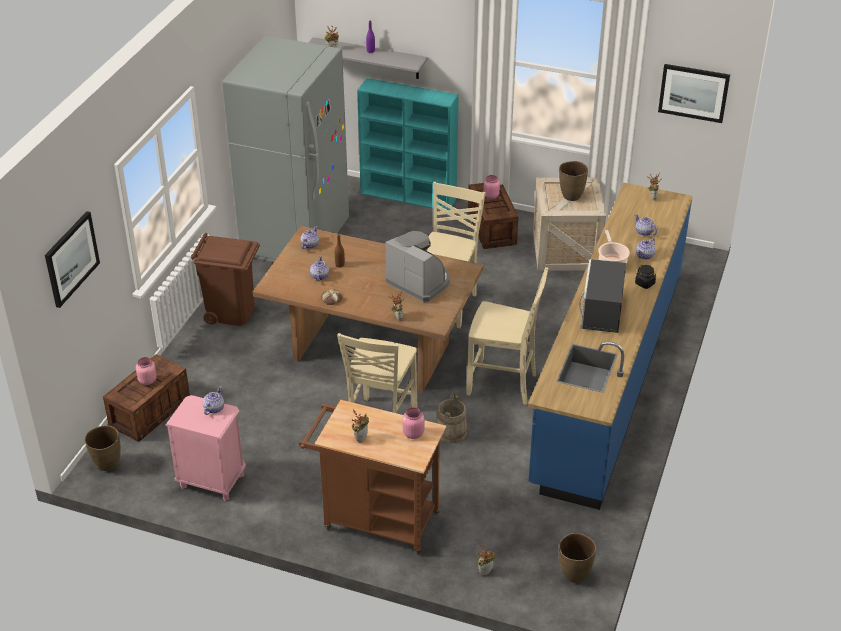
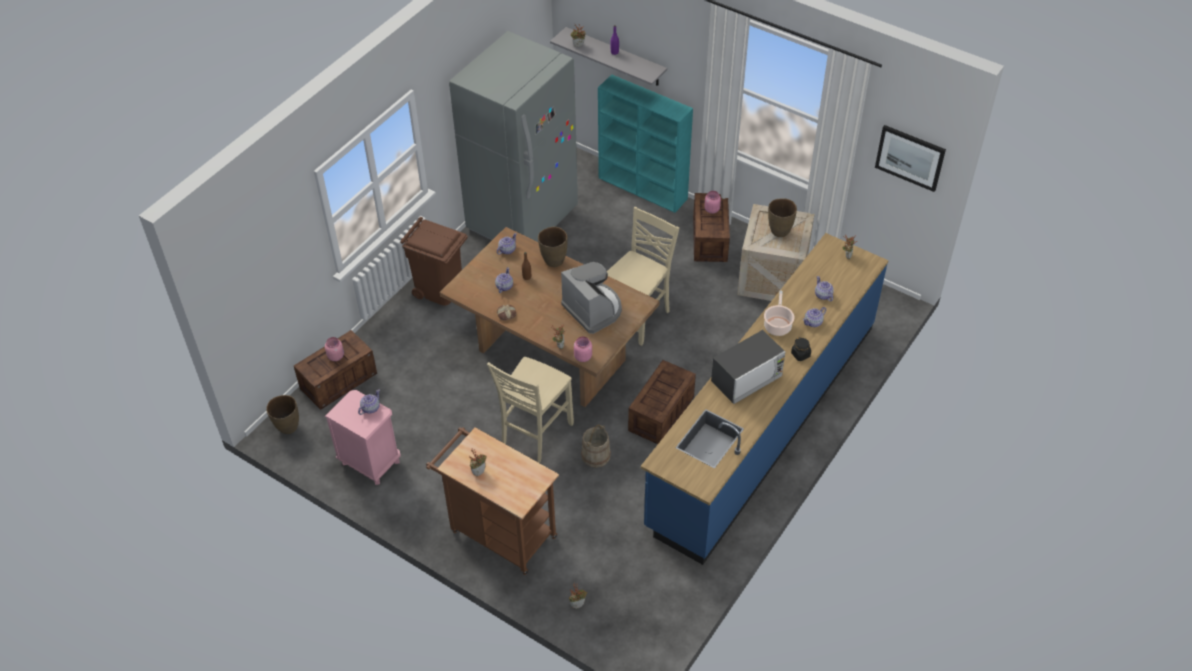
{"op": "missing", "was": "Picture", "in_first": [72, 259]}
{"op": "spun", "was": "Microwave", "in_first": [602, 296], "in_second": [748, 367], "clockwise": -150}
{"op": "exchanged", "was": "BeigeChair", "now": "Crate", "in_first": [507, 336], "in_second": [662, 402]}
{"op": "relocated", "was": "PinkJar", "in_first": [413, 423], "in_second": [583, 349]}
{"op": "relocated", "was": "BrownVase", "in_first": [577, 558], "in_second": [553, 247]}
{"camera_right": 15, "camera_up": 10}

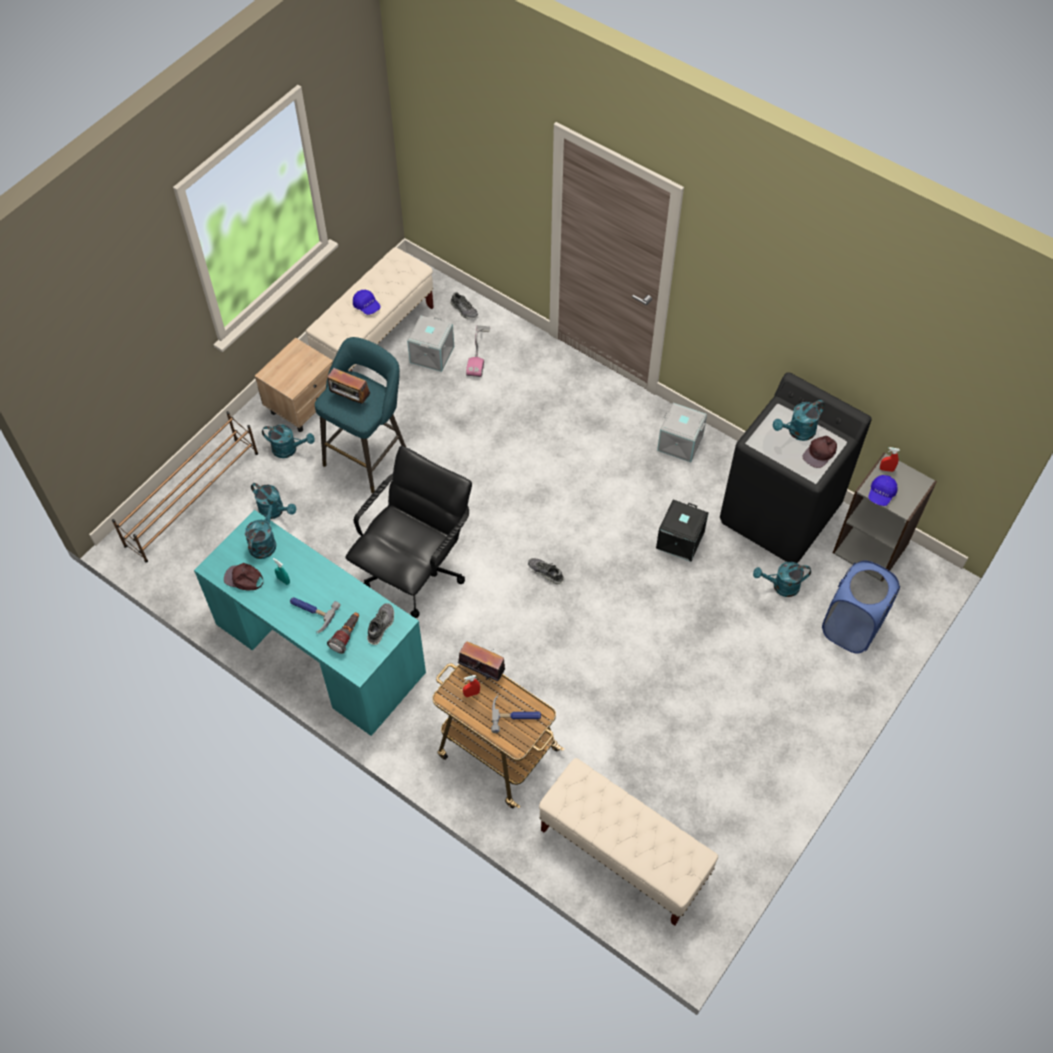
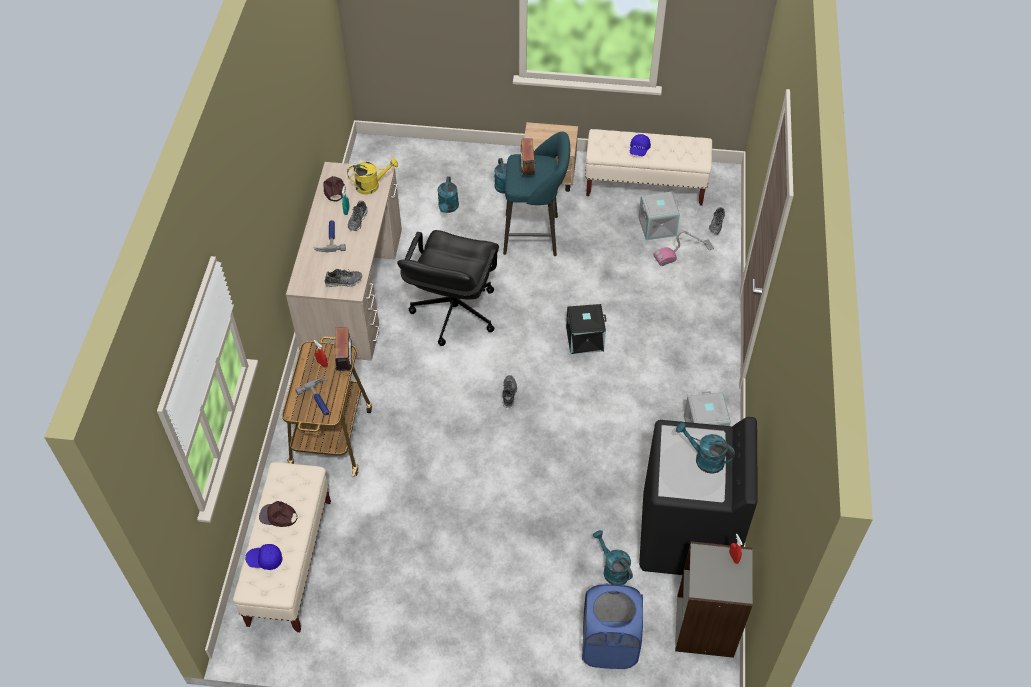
{"op": "missing", "was": "BrownShoeRack", "in_first": [185, 487]}
{"op": "relocated", "was": "BrownCap", "in_first": [819, 452], "in_second": [278, 514]}
{"op": "spun", "was": "BlackOfficeChair", "in_first": [409, 532], "in_second": [448, 288], "clockwise": 105}
{"op": "relocated", "was": "BlueCap", "in_first": [883, 490], "in_second": [264, 557]}
{"op": "colour", "was": "TurquoiseWateringCan", "now": "YellowWateringCan", "in_first": [261, 527], "in_second": [372, 176]}
{"op": "relocated", "was": "BlackStorageBox", "in_first": [682, 530], "in_second": [586, 329]}
{"op": "colour", "was": "TurquoiseDesk", "now": "BeigeDesk", "in_first": [310, 623], "in_second": [344, 261]}
{"op": "missing", "was": "Flashlight", "in_first": [343, 633]}
{"op": "appeared", "now": "Shoe", "in_second": [358, 216]}
{"camera_right": 60, "camera_up": -5}

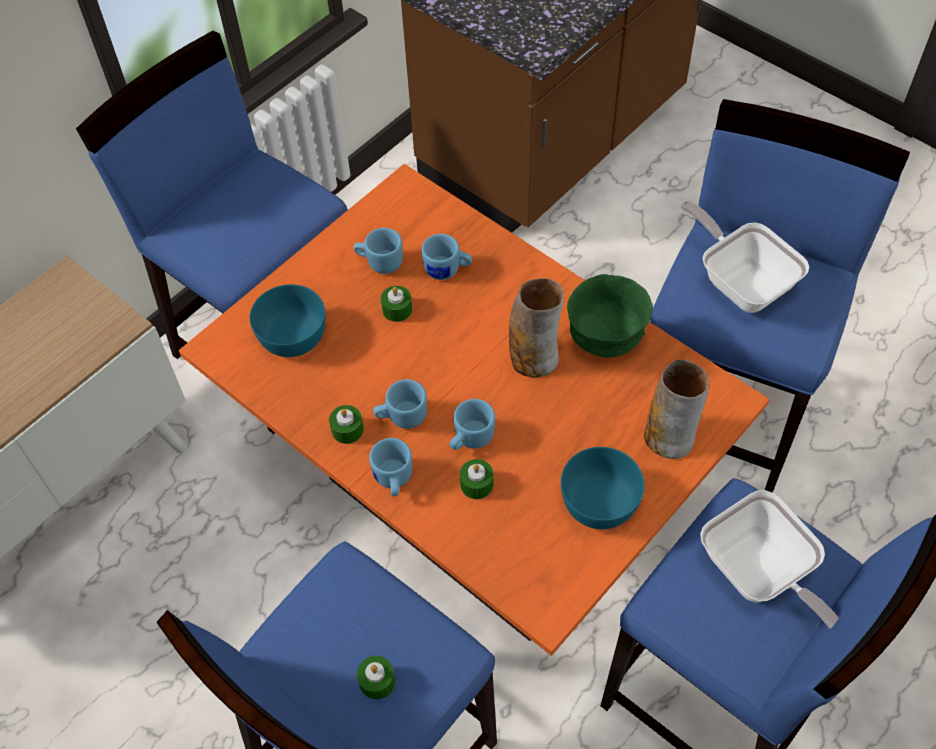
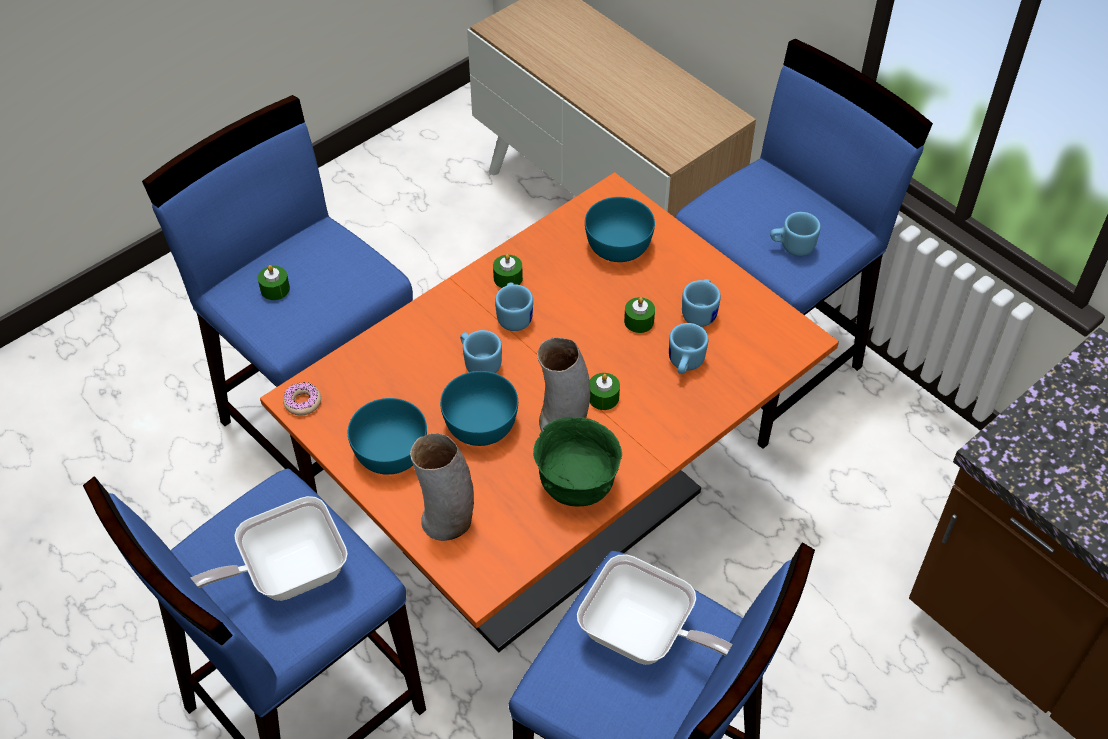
{"op": "spun", "was": "FryingPan", "in_first": [744, 256], "in_second": [654, 609], "clockwise": 60}
{"op": "relocated", "was": "BlueMug", "in_first": [390, 467], "in_second": [795, 234]}
{"op": "relocated", "was": "GreenCandle", "in_first": [477, 479], "in_second": [605, 391]}
{"op": "appeared", "now": "TurquoiseBowl", "in_second": [479, 408]}
{"op": "appeared", "now": "Donut", "in_second": [302, 399]}
{"camera_right": 95, "camera_up": -5}

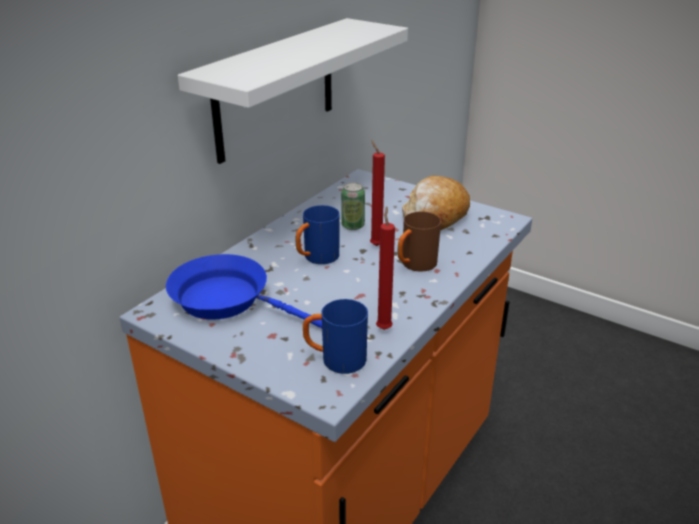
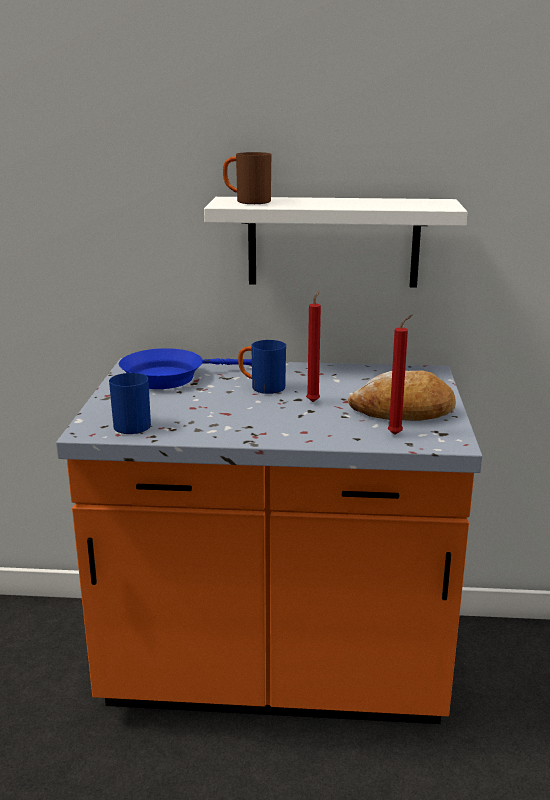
{"op": "missing", "was": "Can", "in_first": [353, 206]}
{"op": "relocated", "was": "RedCandle", "in_first": [385, 268], "in_second": [400, 375]}
{"op": "relocated", "was": "BrownMug", "in_first": [419, 242], "in_second": [247, 178]}
{"op": "spun", "was": "BlueFryingPan", "in_first": [244, 291], "in_second": [185, 368], "clockwise": -105}
{"camera_right": 60, "camera_up": -10}

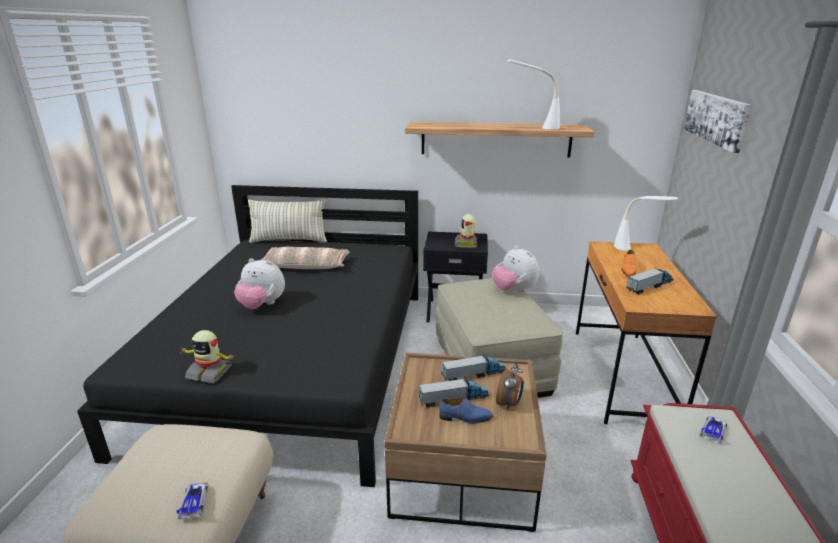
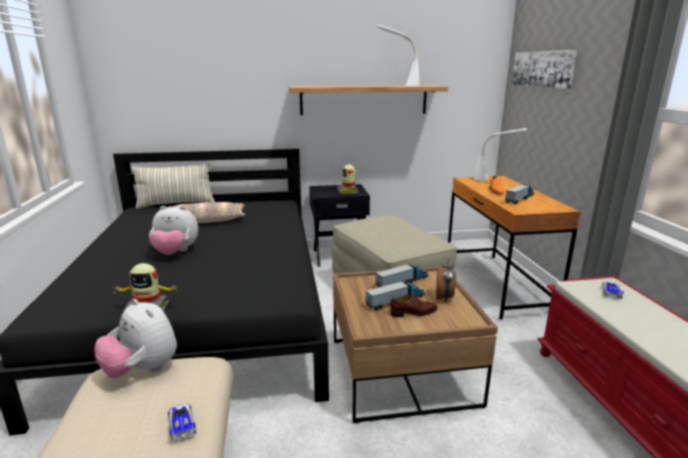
{"op": "relocated", "was": "PlushToy", "in_first": [515, 269], "in_second": [135, 338]}
{"op": "colour", "was": "BlueShoe", "now": "BrownShoe", "in_first": [466, 411], "in_second": [414, 305]}
{"camera_right": -15, "camera_up": -5}

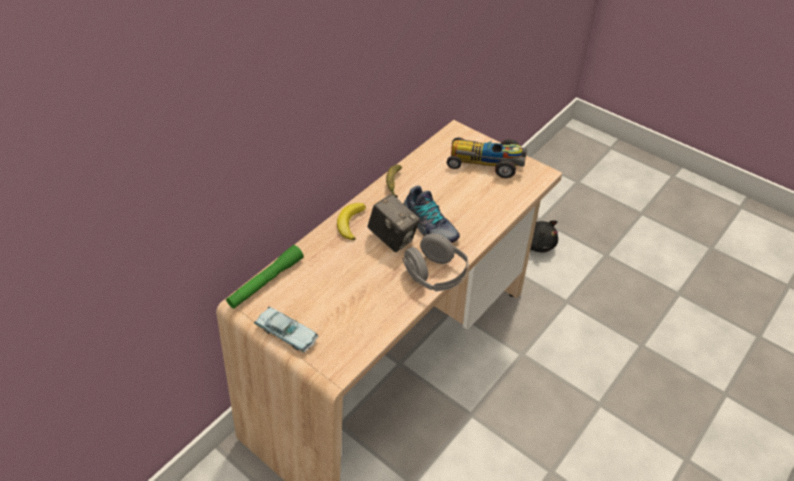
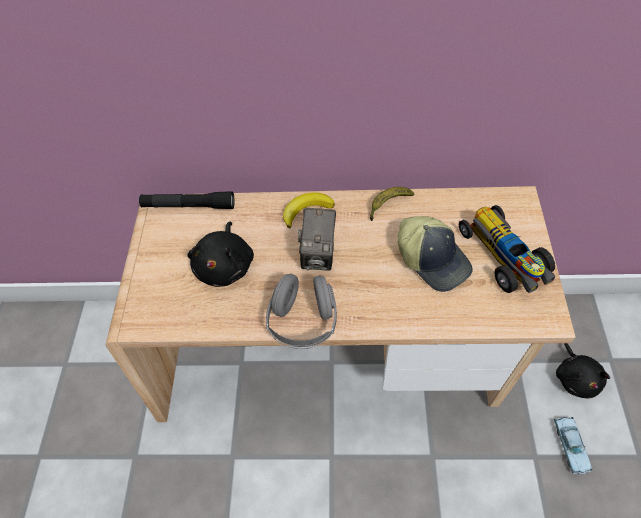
{"op": "missing", "was": "Shoe", "in_first": [432, 214]}
{"op": "colour", "was": "GreenFlashlight", "now": "BlackFlashlight", "in_first": [265, 277], "in_second": [187, 200]}
{"op": "relocated", "was": "BlueToyCar", "in_first": [286, 330], "in_second": [573, 445]}
{"op": "appeared", "now": "Cap", "in_second": [435, 254]}
{"op": "appeared", "now": "BlackPlushToy", "in_second": [220, 254]}
{"camera_right": 55, "camera_up": 10}

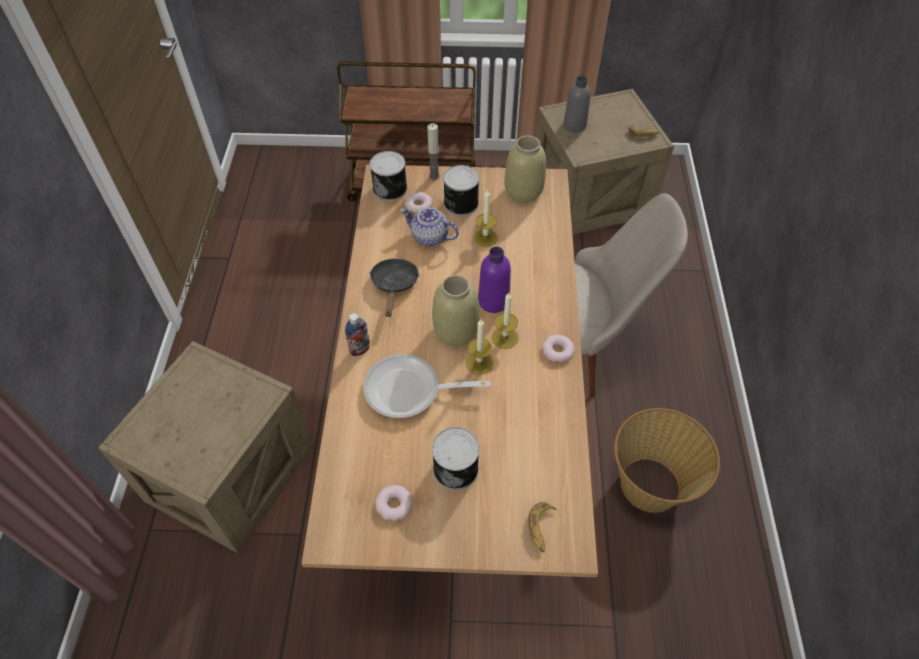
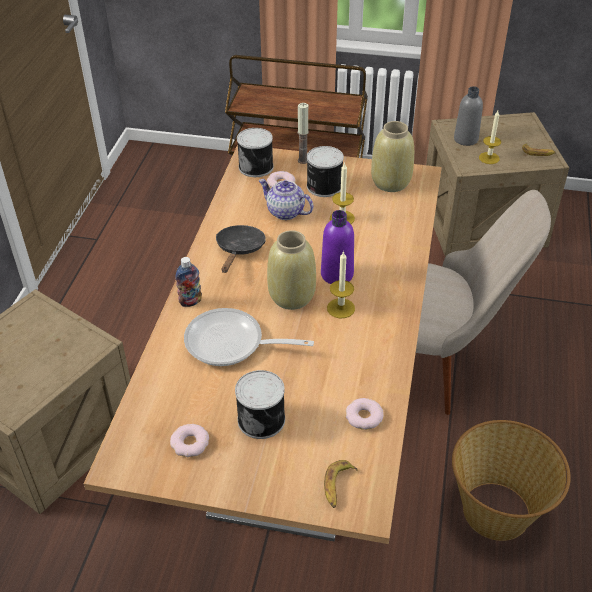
{"op": "relocated", "was": "Candle", "in_first": [479, 347], "in_second": [490, 137]}
{"op": "relocated", "was": "Donut", "in_first": [558, 348], "in_second": [365, 414]}
{"camera_right": 10, "camera_up": -10}

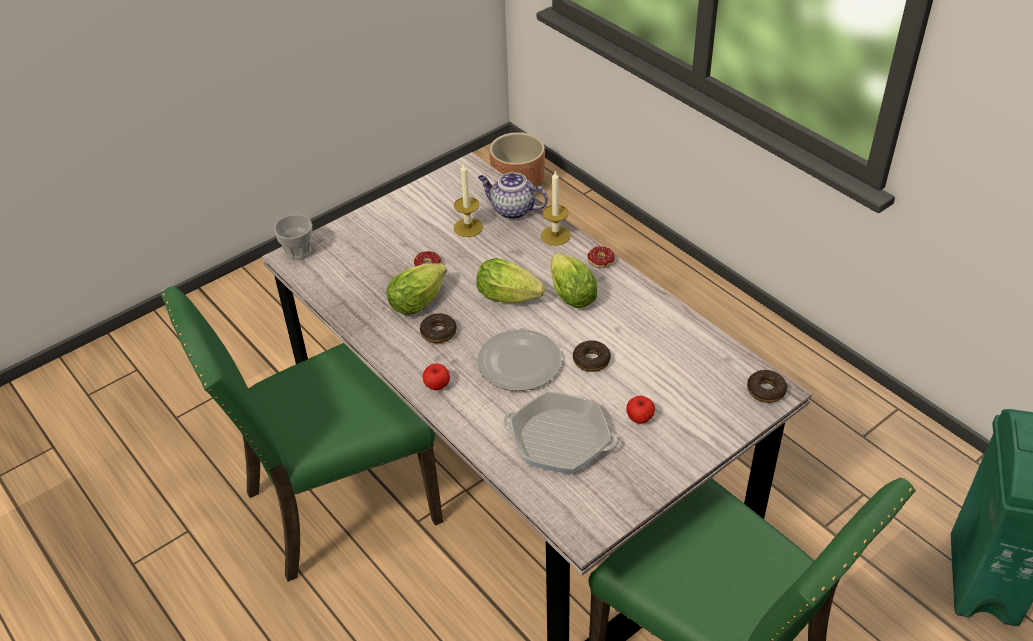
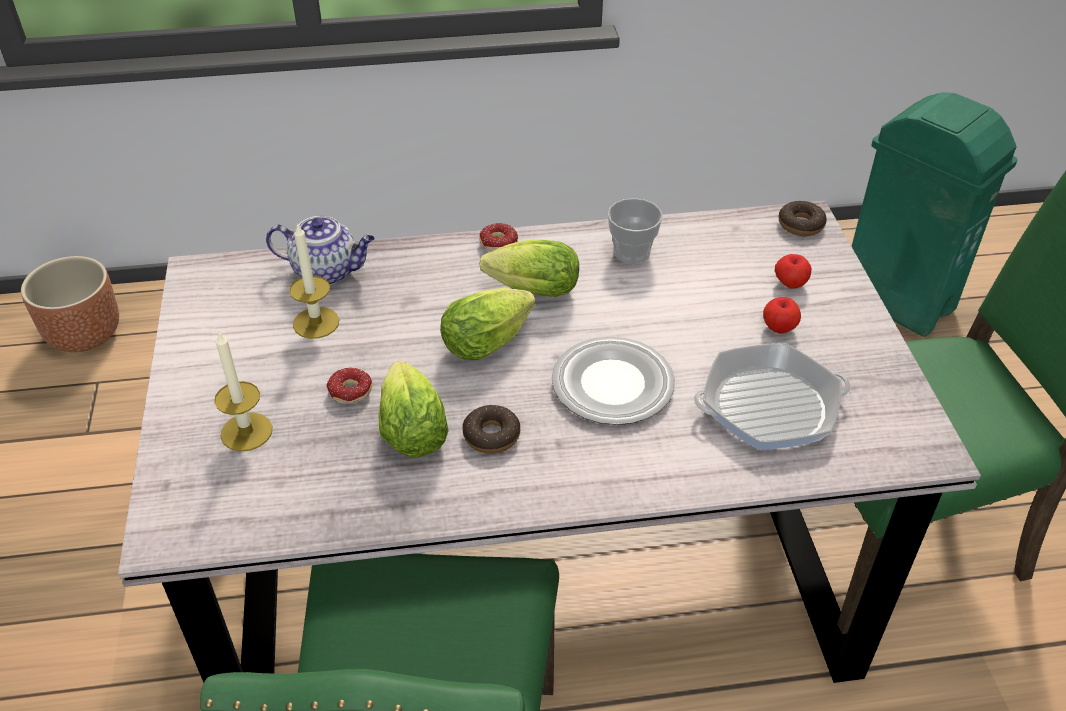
{"op": "relocated", "was": "Candle", "in_first": [556, 208], "in_second": [243, 392]}
{"op": "spun", "was": "Teapot", "in_first": [513, 195], "in_second": [320, 250], "clockwise": -135}
{"op": "relocated", "was": "Cup", "in_first": [293, 237], "in_second": [635, 231]}
{"op": "missing", "was": "Donut", "in_first": [592, 356]}
{"op": "relocated", "was": "Apple", "in_first": [436, 377], "in_second": [793, 271]}
{"op": "spun", "was": "FryingPan", "in_first": [560, 432], "in_second": [772, 396], "clockwise": -150}
{"camera_right": -60, "camera_up": 0}

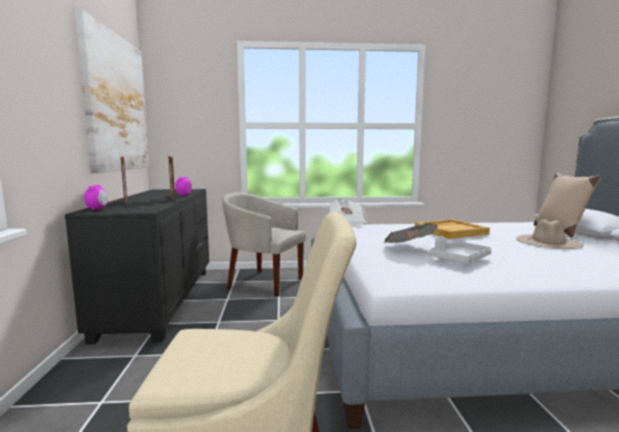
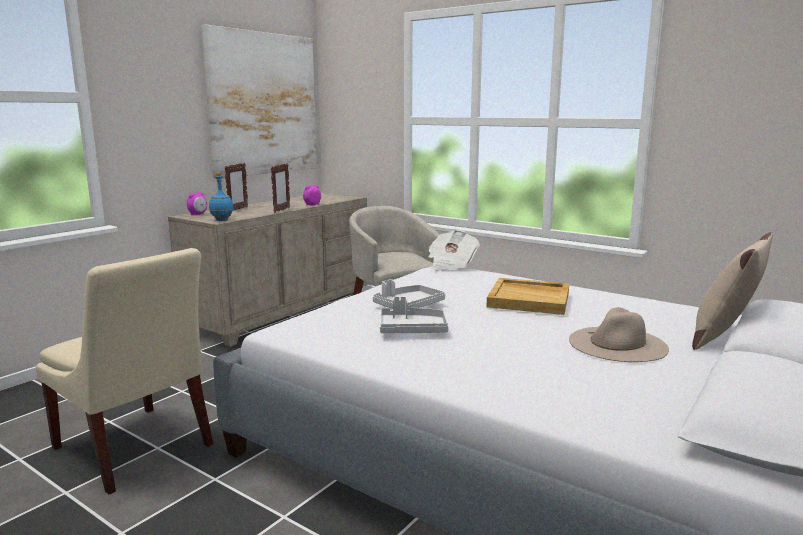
{"op": "colour", "was": "BlackDresser", "now": "BeigeDresser", "in_first": [137, 266], "in_second": [268, 270]}
{"op": "exchanged", "was": "Newspaper", "now": "GreyTray", "in_first": [411, 233], "in_second": [409, 294]}
{"op": "appeared", "now": "BlueBottle", "in_second": [221, 197]}
{"camera_right": 40, "camera_up": 5}

